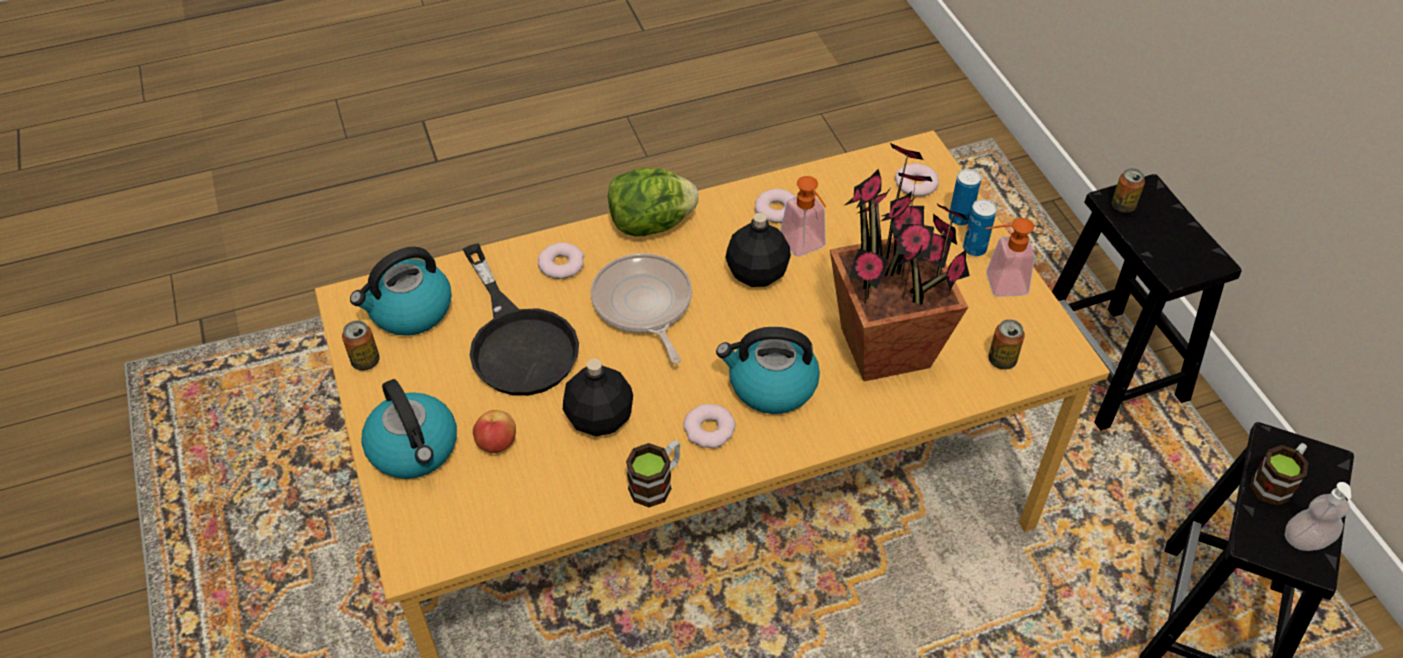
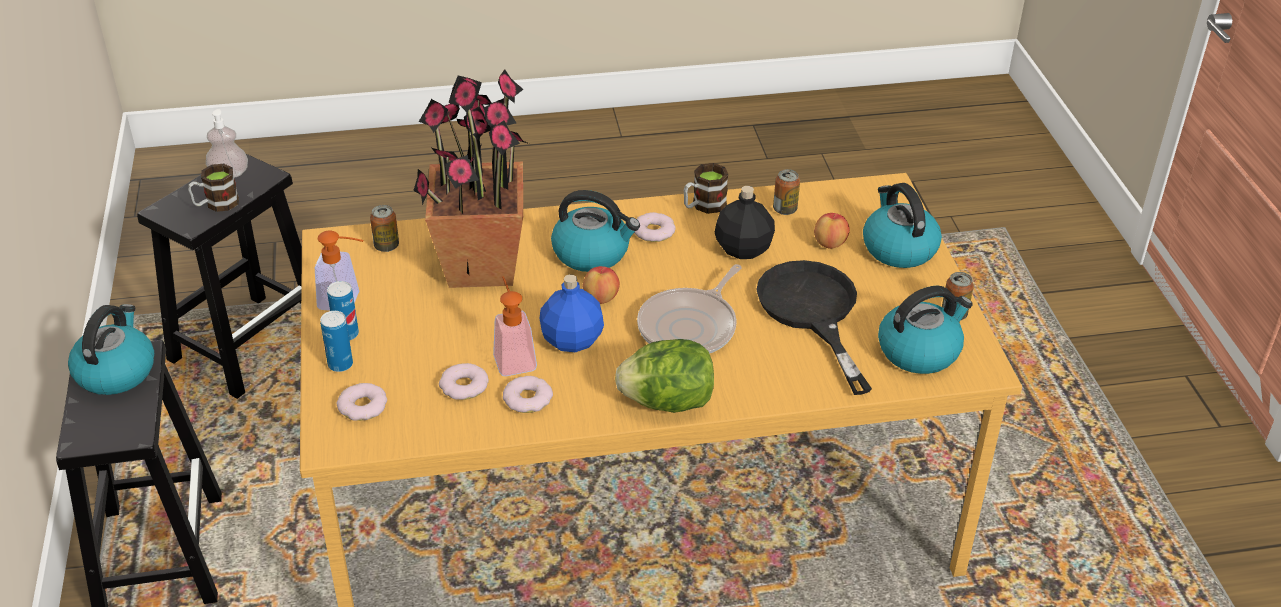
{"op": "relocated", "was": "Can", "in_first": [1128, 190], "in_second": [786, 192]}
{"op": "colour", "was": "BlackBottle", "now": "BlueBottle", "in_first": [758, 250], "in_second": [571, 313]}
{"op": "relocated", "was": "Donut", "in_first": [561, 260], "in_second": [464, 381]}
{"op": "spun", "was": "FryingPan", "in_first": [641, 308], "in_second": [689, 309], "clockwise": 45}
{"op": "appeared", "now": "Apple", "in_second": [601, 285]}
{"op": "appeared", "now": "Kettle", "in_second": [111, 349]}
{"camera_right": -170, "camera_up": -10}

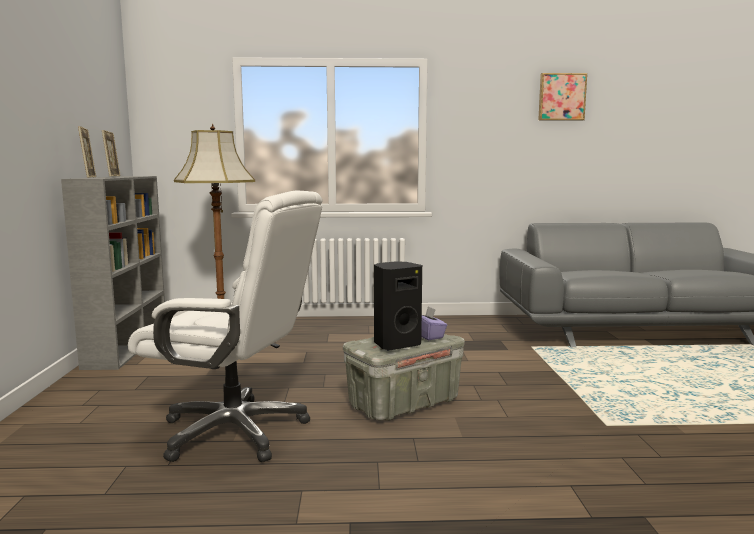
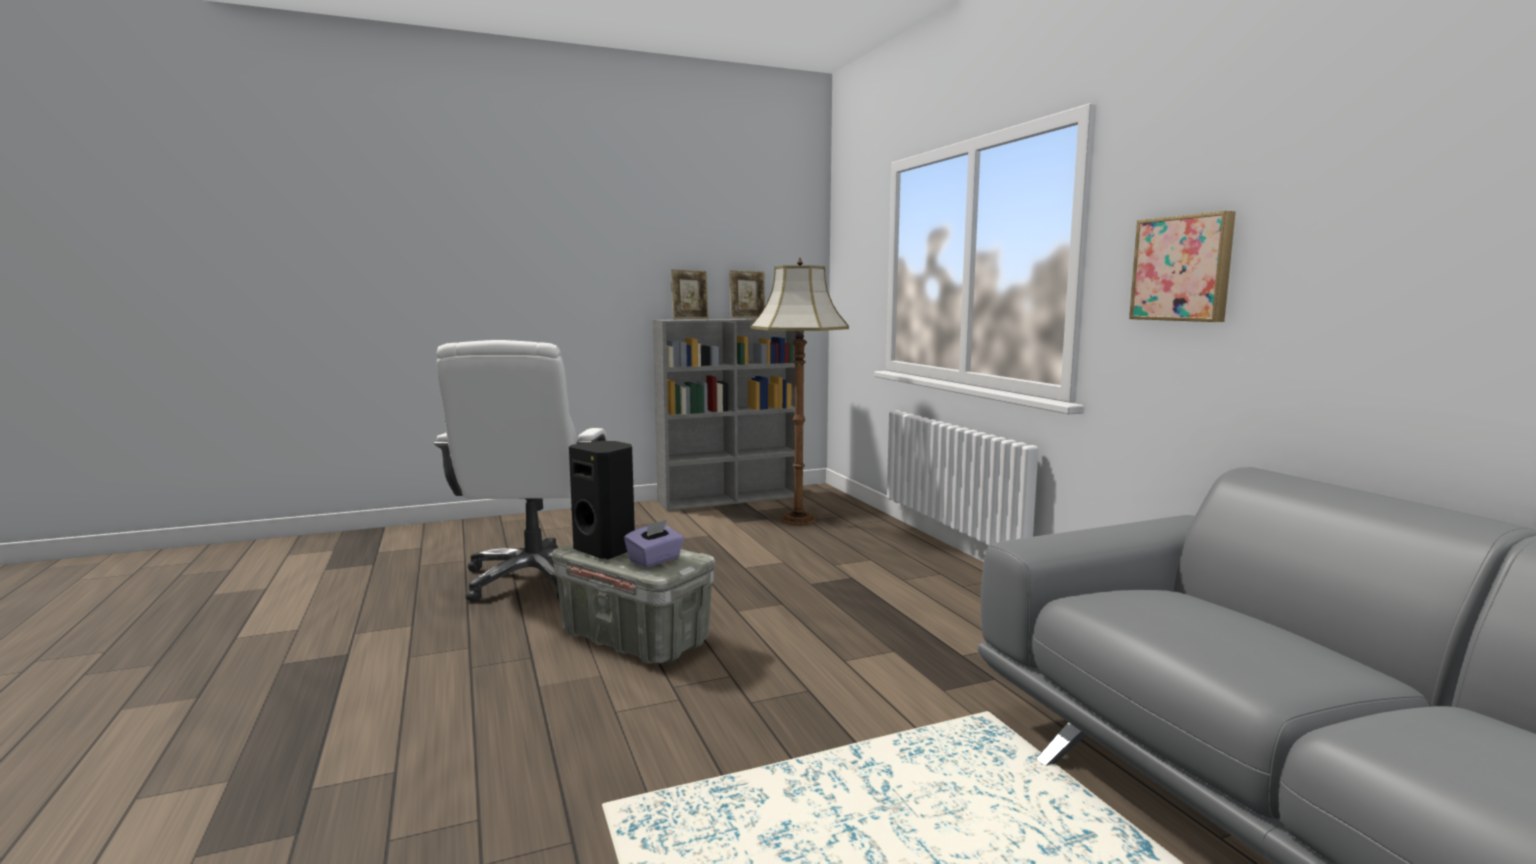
{"op": "relocated", "was": "Picture", "in_first": [562, 97], "in_second": [1182, 266]}
{"camera_right": 70, "camera_up": 0}

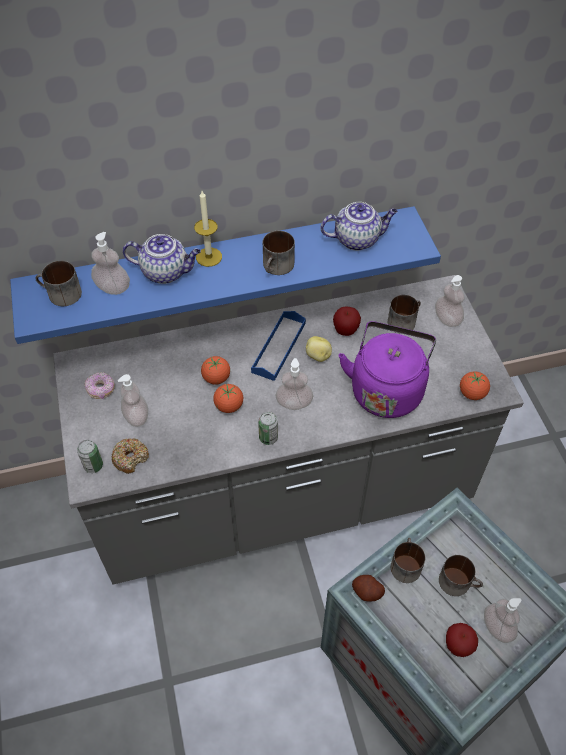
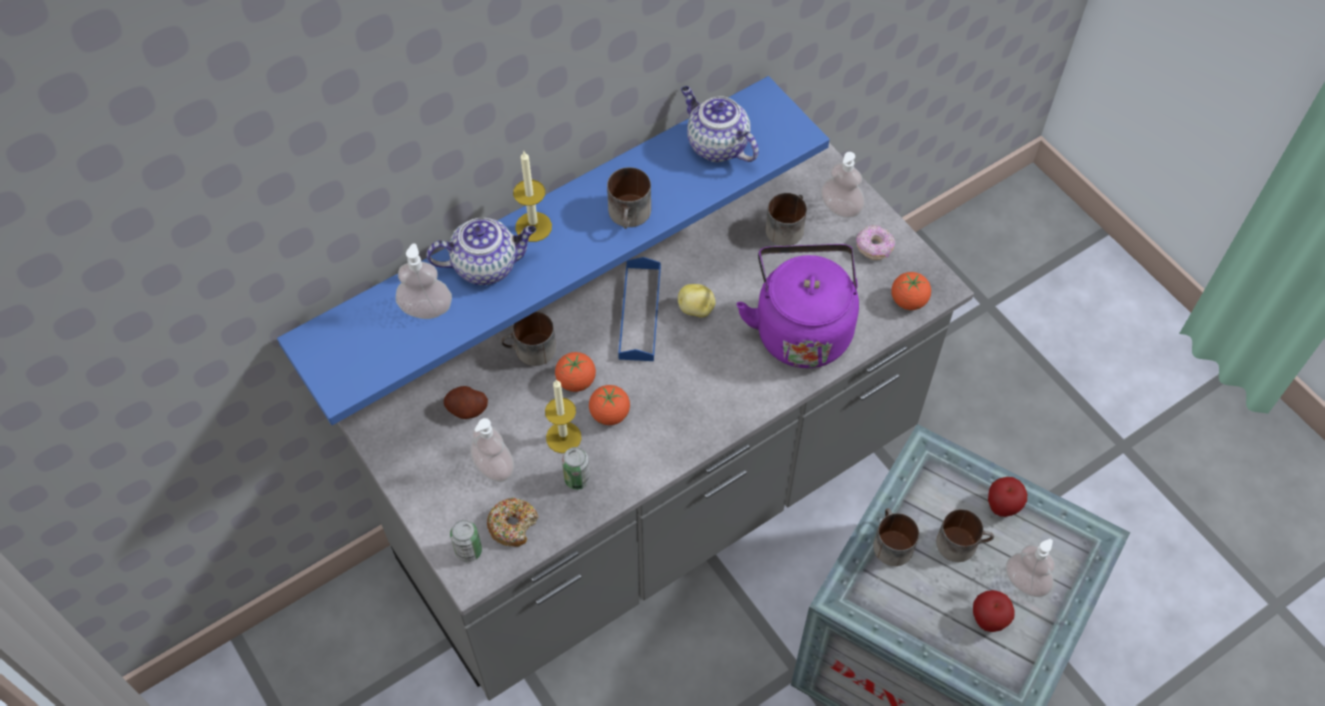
{"op": "spun", "was": "Teapot", "in_first": [359, 226], "in_second": [720, 124], "clockwise": -105}
{"op": "relocated", "was": "Mug", "in_first": [58, 283], "in_second": [528, 338]}
{"op": "relocated", "was": "Apple", "in_first": [347, 321], "in_second": [1007, 497]}
{"op": "missing", "was": "SoapDispenser", "in_first": [294, 384]}
{"op": "relocated", "was": "Donut", "in_first": [100, 385], "in_second": [875, 242]}
{"op": "relocated", "was": "Can", "in_first": [268, 428], "in_second": [576, 468]}
{"op": "relocated", "was": "Potato", "in_first": [368, 588], "in_second": [466, 402]}
{"op": "appeared", "now": "Candle", "in_second": [563, 416]}
{"camera_right": -20, "camera_up": 5}

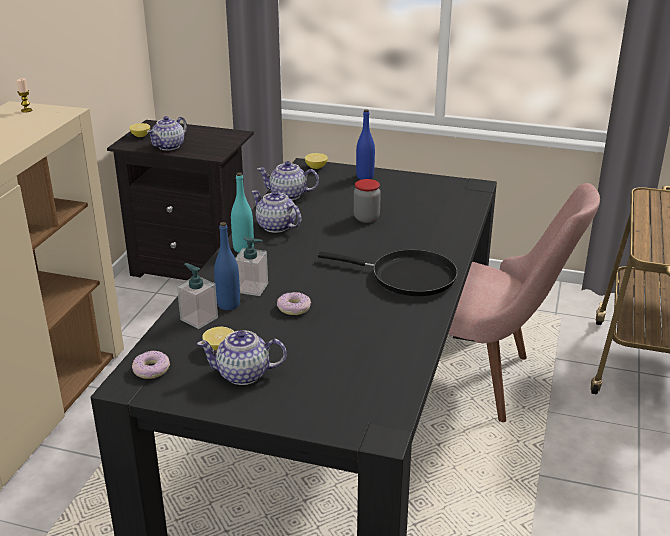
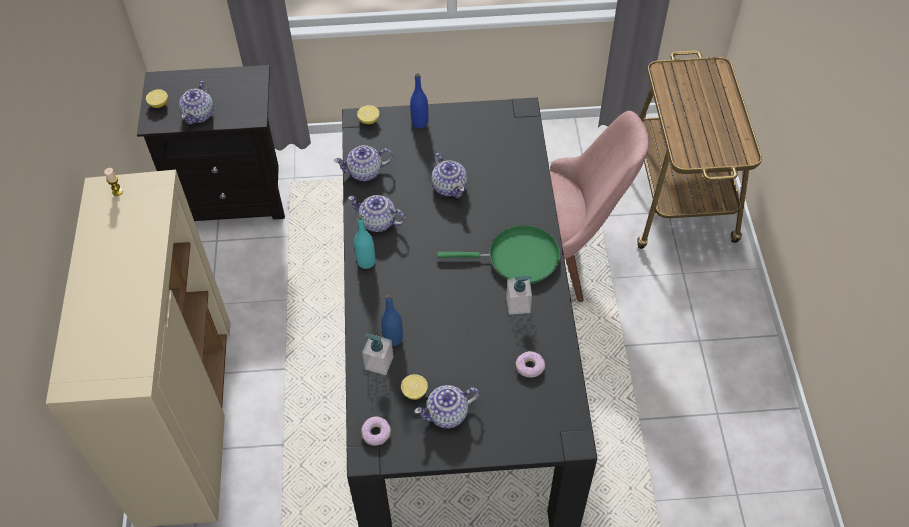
{"op": "exchanged", "was": "Jar", "now": "Teapot", "in_first": [367, 201], "in_second": [449, 175]}
{"op": "relocated", "was": "SoapDispenser", "in_first": [251, 266], "in_second": [519, 295]}
{"op": "colour", "was": "BlackFryingPan", "now": "GreenFryingPan", "in_first": [388, 273], "in_second": [498, 254]}
{"op": "relocated", "was": "Donut", "in_first": [294, 303], "in_second": [530, 364]}
{"camera_right": -20, "camera_up": 25}

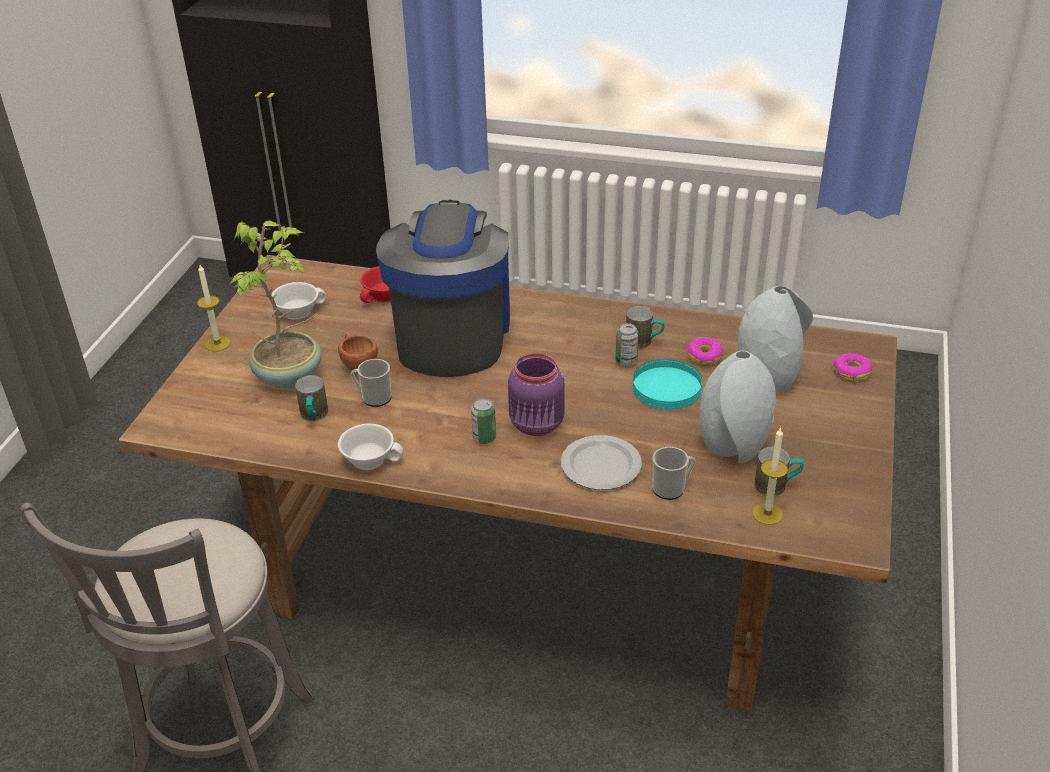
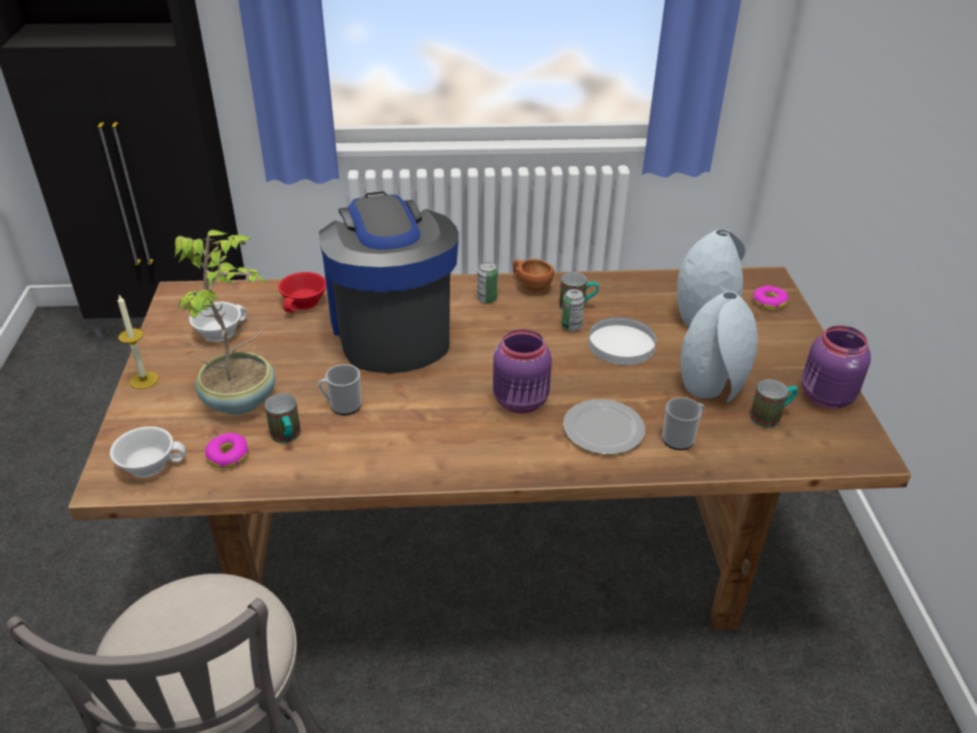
{"op": "relocated", "was": "BrownCup", "in_first": [358, 351], "in_second": [533, 275]}
{"op": "relocated", "was": "Donut", "in_first": [705, 351], "in_second": [227, 451]}
{"op": "colour", "was": "TurquoisePlate", "now": "WhitePlate", "in_first": [667, 384], "in_second": [622, 341]}
{"op": "relocated", "was": "Can", "in_first": [483, 421], "in_second": [487, 282]}
{"op": "relocated", "was": "WhiteCup", "in_first": [370, 446], "in_second": [148, 452]}
{"op": "missing", "was": "Candle", "in_first": [770, 476]}
{"op": "appeared", "now": "PurpleJar", "in_second": [836, 367]}
{"camera_right": -20, "camera_up": 0}

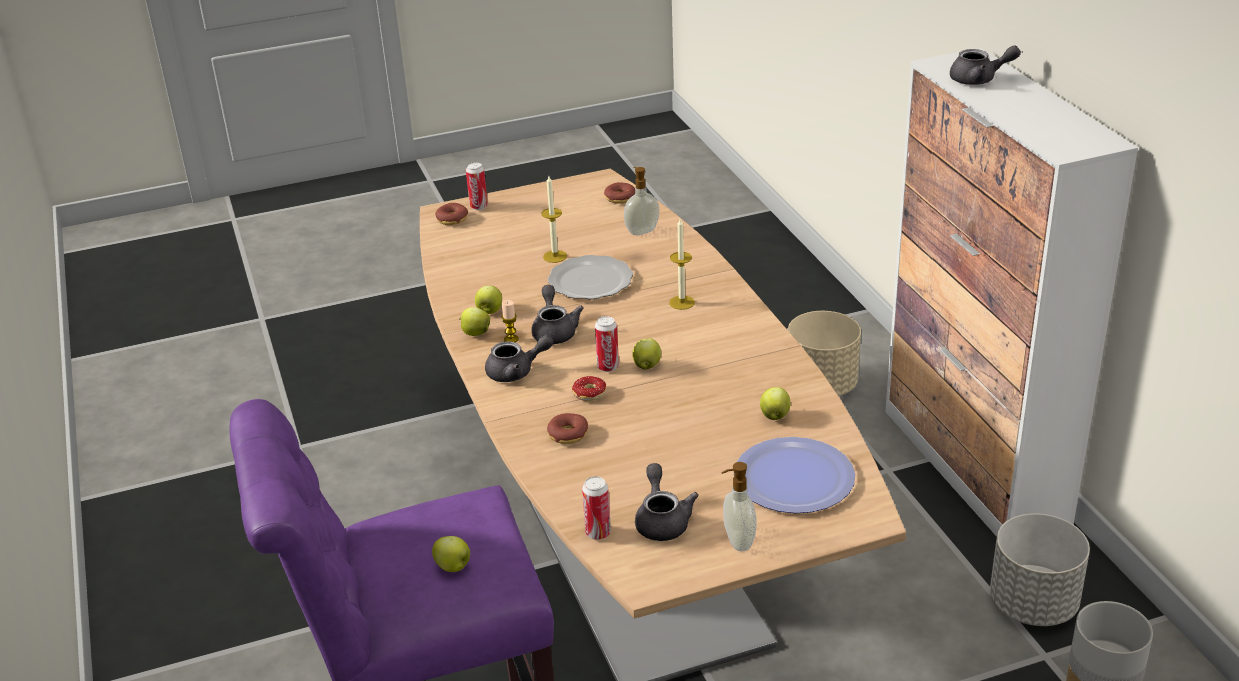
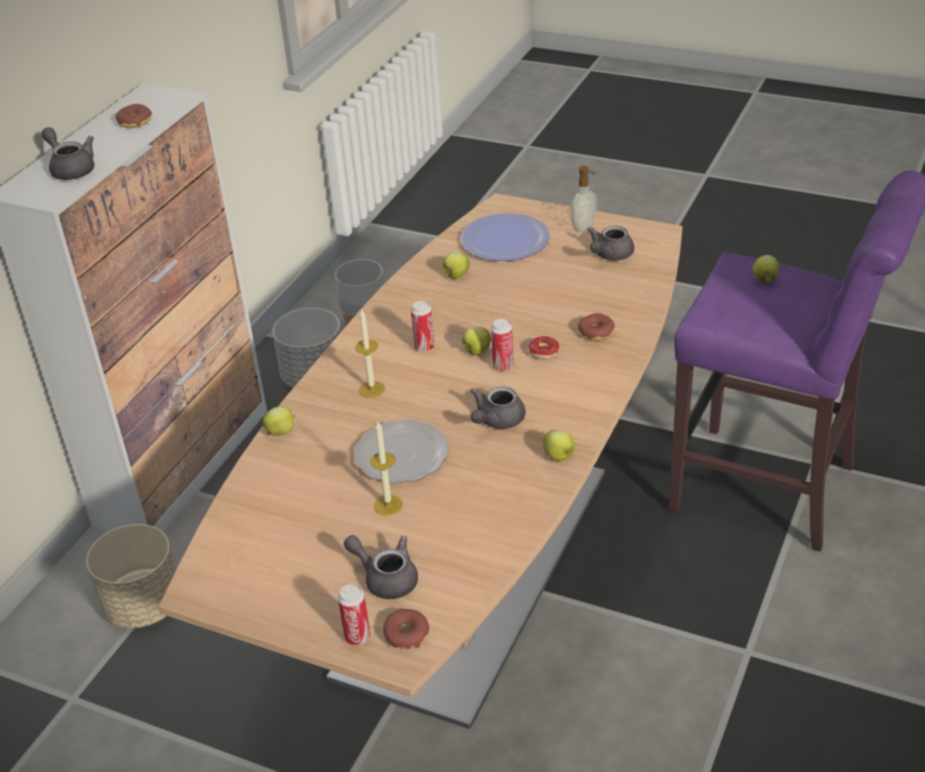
{"op": "missing", "was": "SoapDispenser", "in_first": [642, 201]}
{"op": "relocated", "was": "Donut", "in_first": [619, 193], "in_second": [134, 116]}
{"op": "relocated", "was": "Apple", "in_first": [488, 300], "in_second": [278, 421]}
{"op": "missing", "was": "Candle", "in_first": [510, 321]}
{"op": "relocated", "was": "GreyTeapot", "in_first": [519, 358], "in_second": [381, 567]}
{"op": "relocated", "was": "Can", "in_first": [596, 508], "in_second": [422, 326]}
{"camera_right": -135, "camera_up": 5}

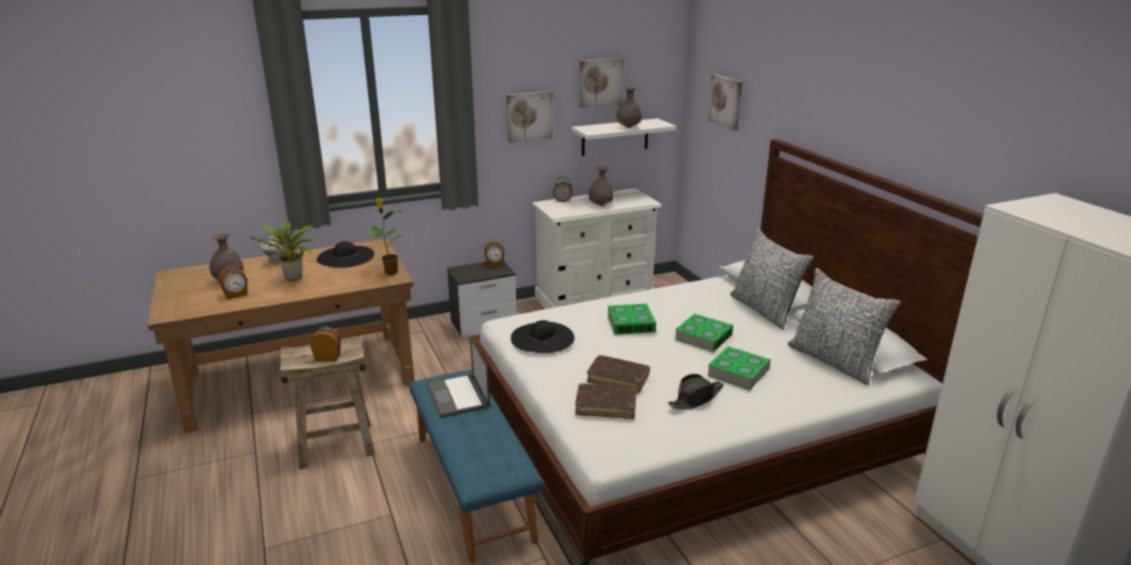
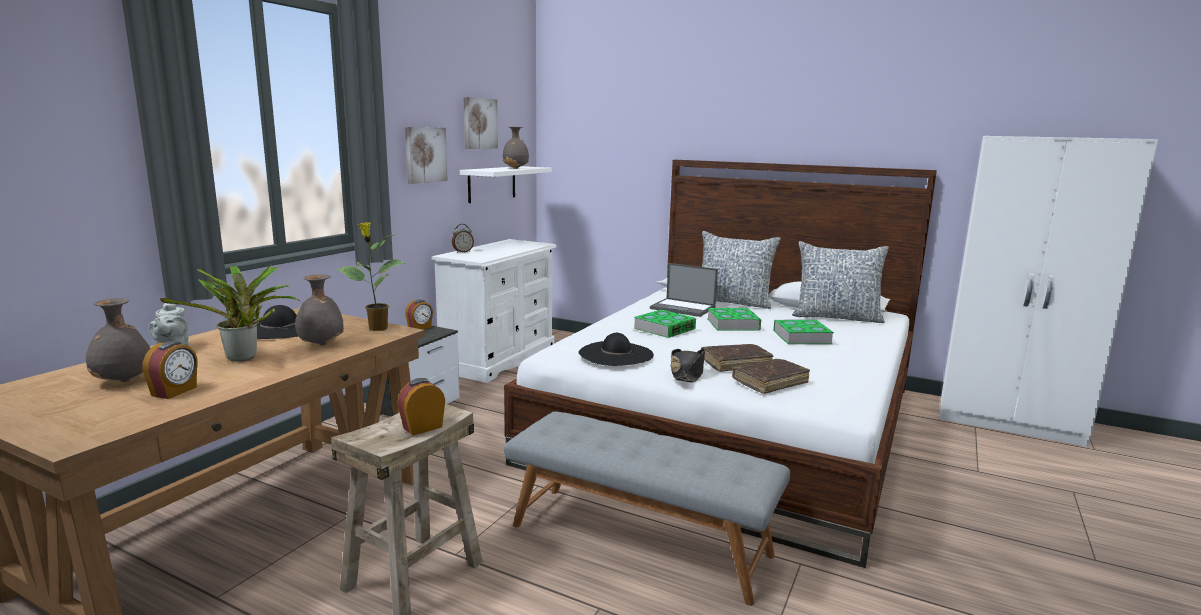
{"op": "missing", "was": "Picture", "in_first": [725, 102]}
{"op": "relocated", "was": "GreyVase", "in_first": [601, 186], "in_second": [319, 309]}
{"op": "relocated", "was": "Laptop", "in_first": [458, 377], "in_second": [684, 290]}
{"op": "colour", "was": "BlueBench", "now": "GreyBench", "in_first": [476, 466], "in_second": [647, 508]}
{"op": "relocated", "was": "BlackHat", "in_first": [696, 392], "in_second": [687, 365]}
{"camera_right": -40, "camera_up": -10}

